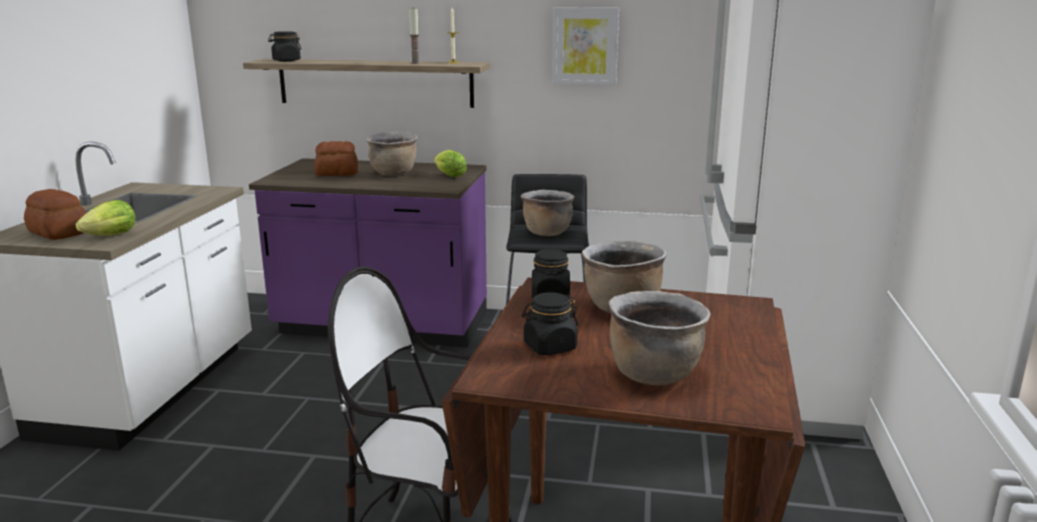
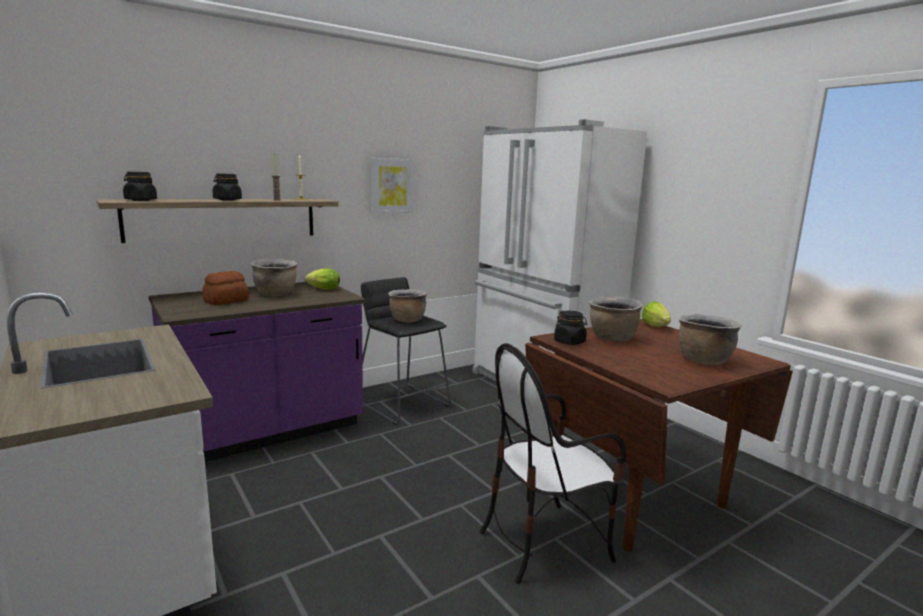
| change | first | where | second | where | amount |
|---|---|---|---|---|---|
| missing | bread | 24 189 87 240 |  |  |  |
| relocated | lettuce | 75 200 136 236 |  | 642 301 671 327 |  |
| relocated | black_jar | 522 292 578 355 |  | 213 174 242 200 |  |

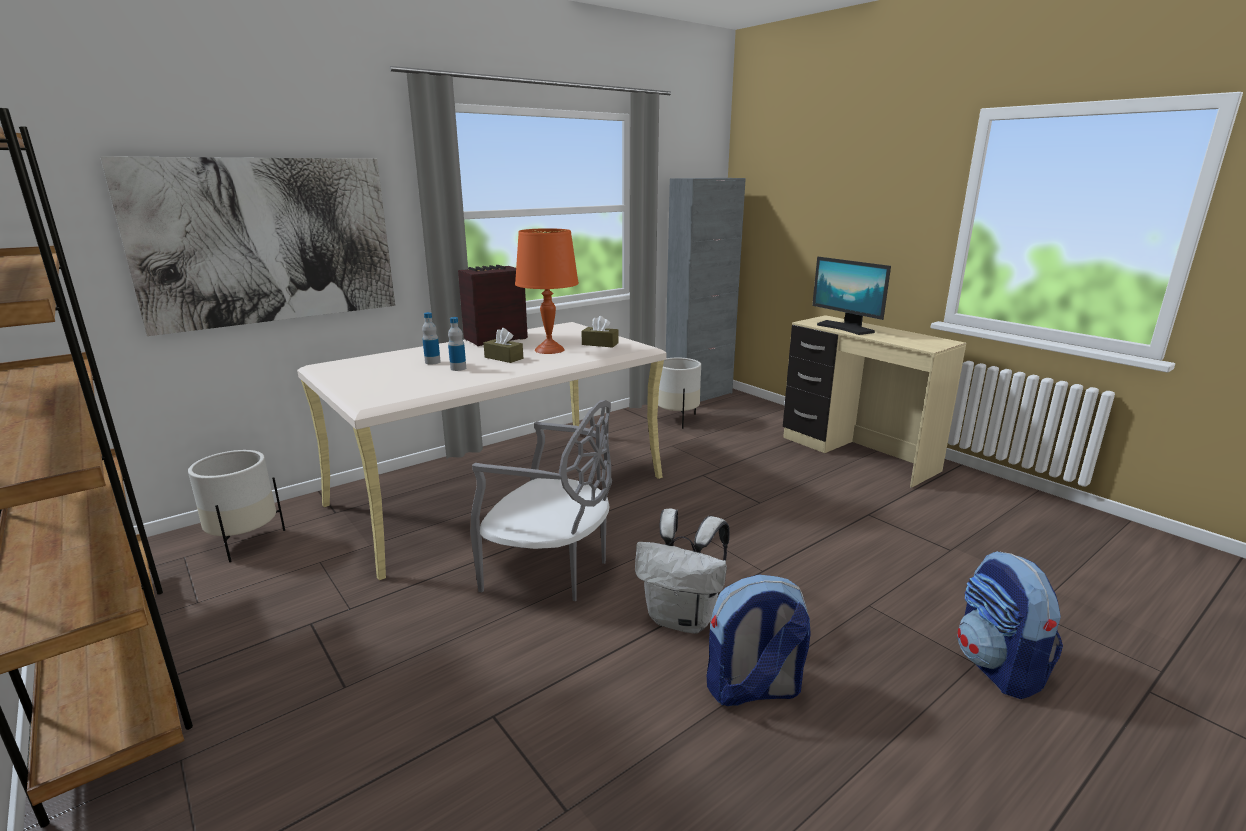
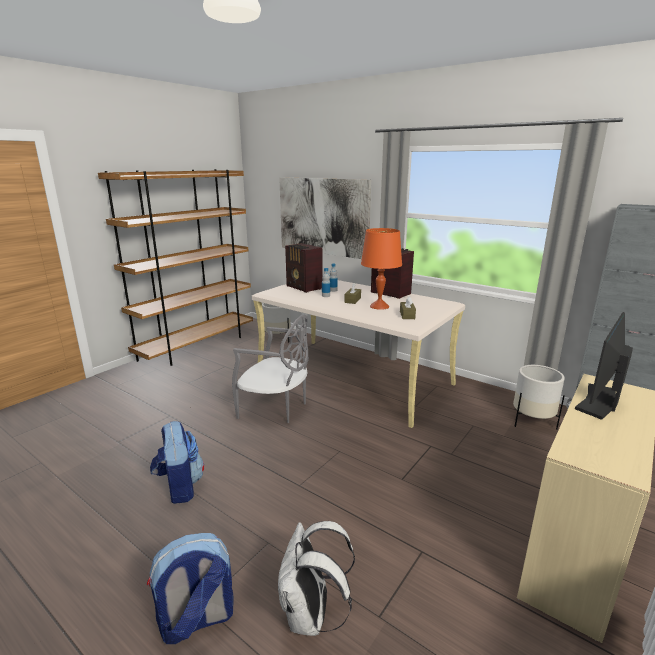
| change | first | where | second | where | amount |
|---|---|---|---|---|---|
| spun | grey_chair | 470 400 612 601 |  | 232 315 309 423 | 75 degrees counterclockwise |
| relocated | white_backpack | 635 509 730 634 |  | 278 521 355 636 |  |
| appeared |  |  | radio | 285 243 322 293 |  |

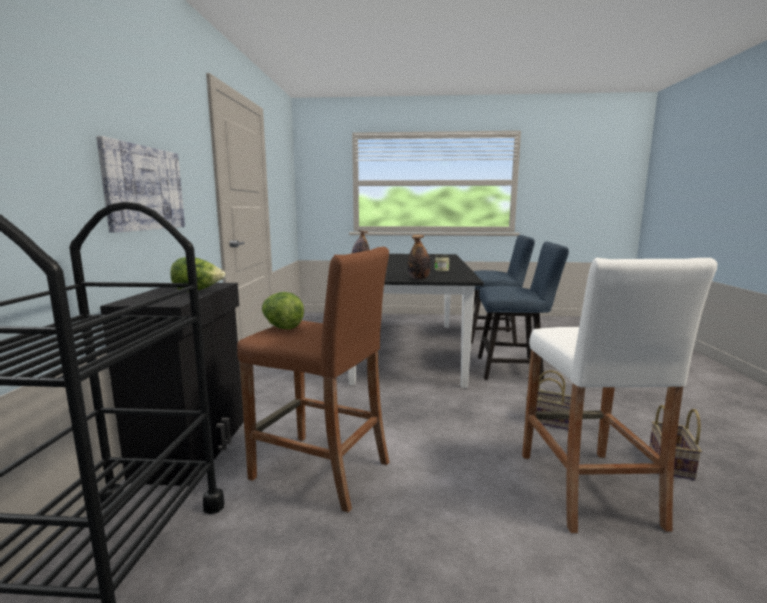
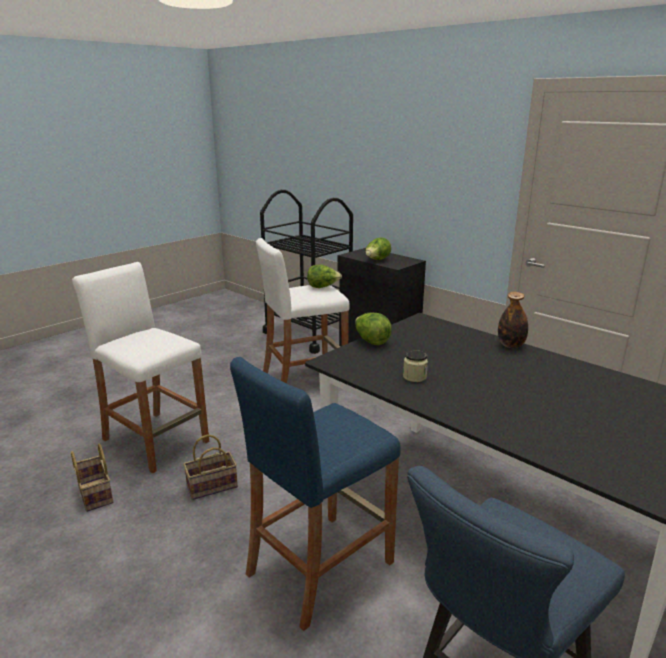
| change | first | where | second | where | amount |
|---|---|---|---|---|---|
| missing | picture | 96 136 185 233 |  |  |  |
| colour | brown_stool | 237 246 389 513 | white_stool | 256 238 350 384 |  |
| exchanged | bottle | 408 235 430 280 | lettuce | 355 313 392 345 |  |
| exchanged | blue_chair | 478 242 569 381 | blue_stool | 230 357 401 631 |  |

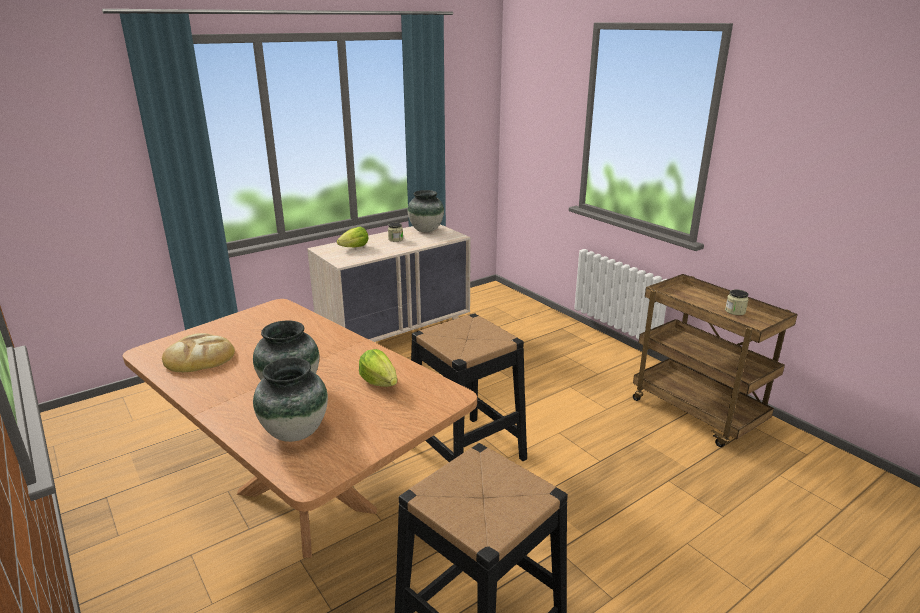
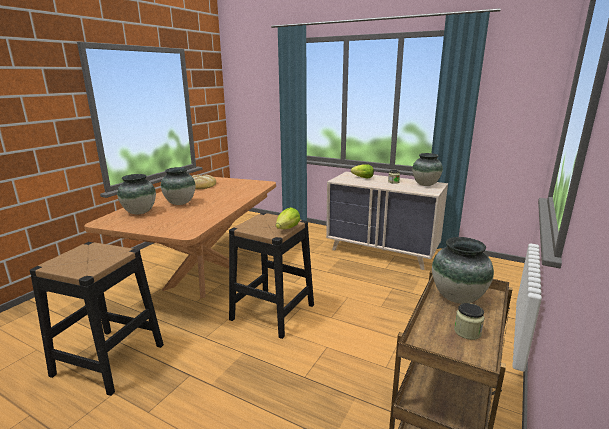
| change | first | where | second | where | amount |
|---|---|---|---|---|---|
| relocated | lettuce | 359 349 397 387 |  | 276 207 300 229 |  |
| appeared |  |  | vase | 432 237 494 304 |  |

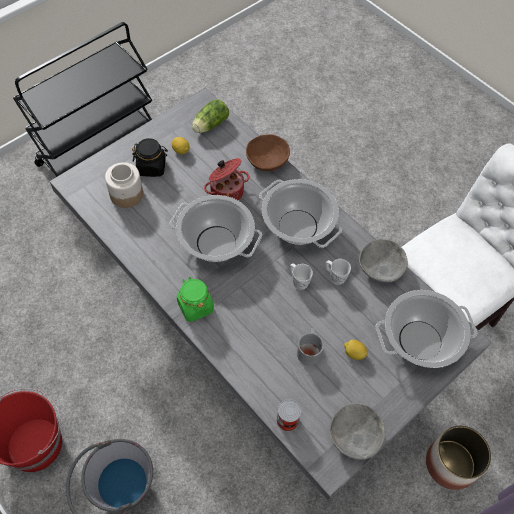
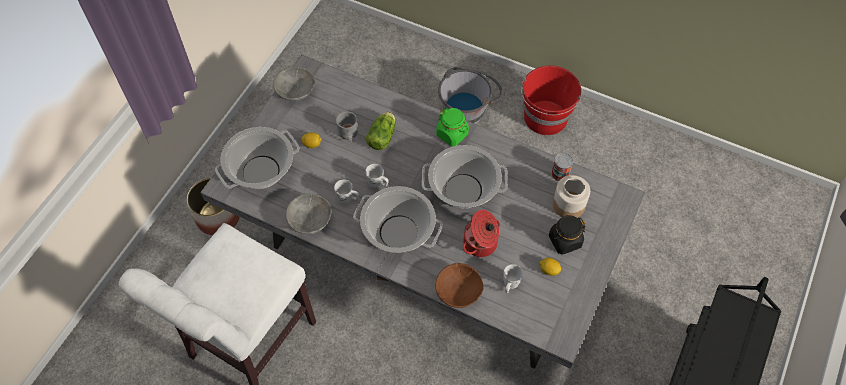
| change | first | where | second | where | amount |
|---|---|---|---|---|---|
| relocated | lettuce | 192 99 229 133 |  | 366 112 395 150 |  |
| relocated | can | 276 399 301 431 |  | 551 153 573 182 |  |
| appeared |  |  | white_mug | 503 264 523 293 |  |

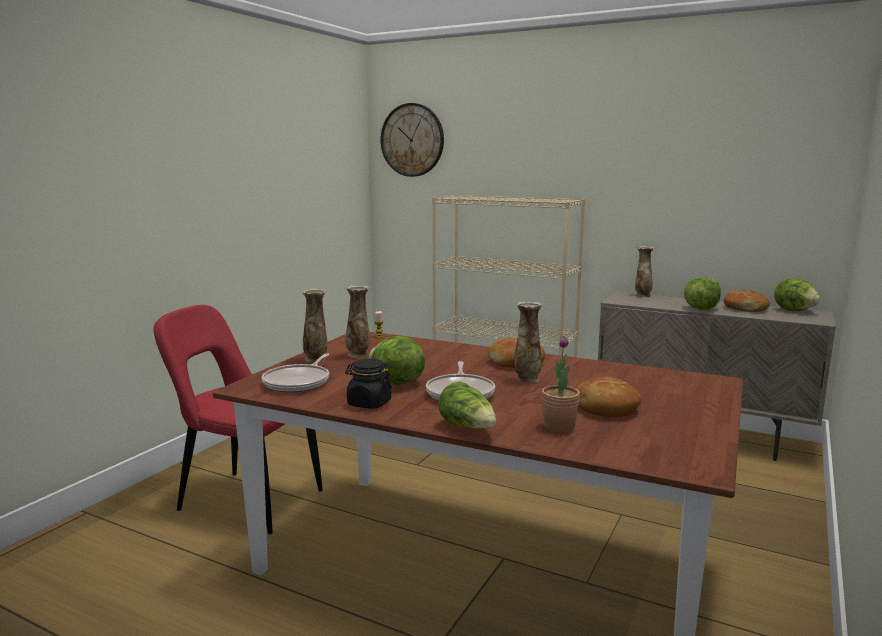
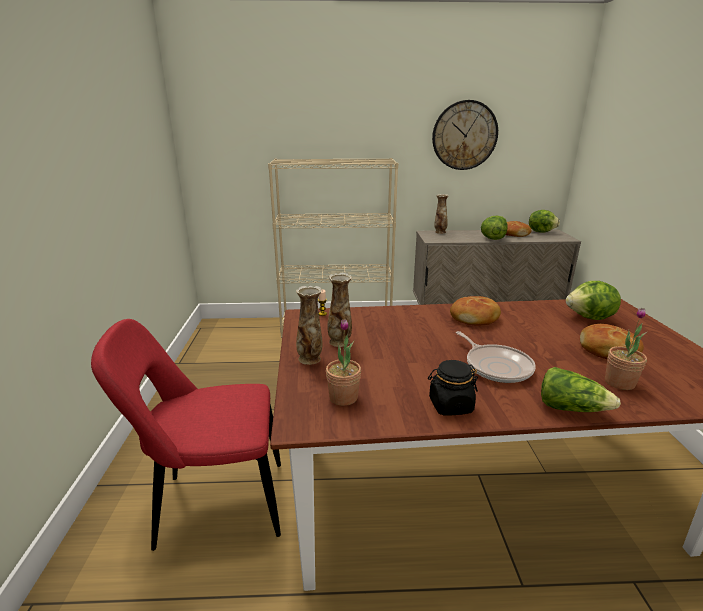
| change | first | where | second | where | amount |
|---|---|---|---|---|---|
| exchanged | frying_pan | 262 354 329 392 | potted_plant | 326 319 361 406 |  |
| relocated | lettuce | 368 336 425 385 |  | 566 281 621 320 |  |
| relocated | wall_clock | 381 103 444 177 |  | 432 100 498 170 |  |
| missing | vase | 514 302 542 383 |  |  |  |

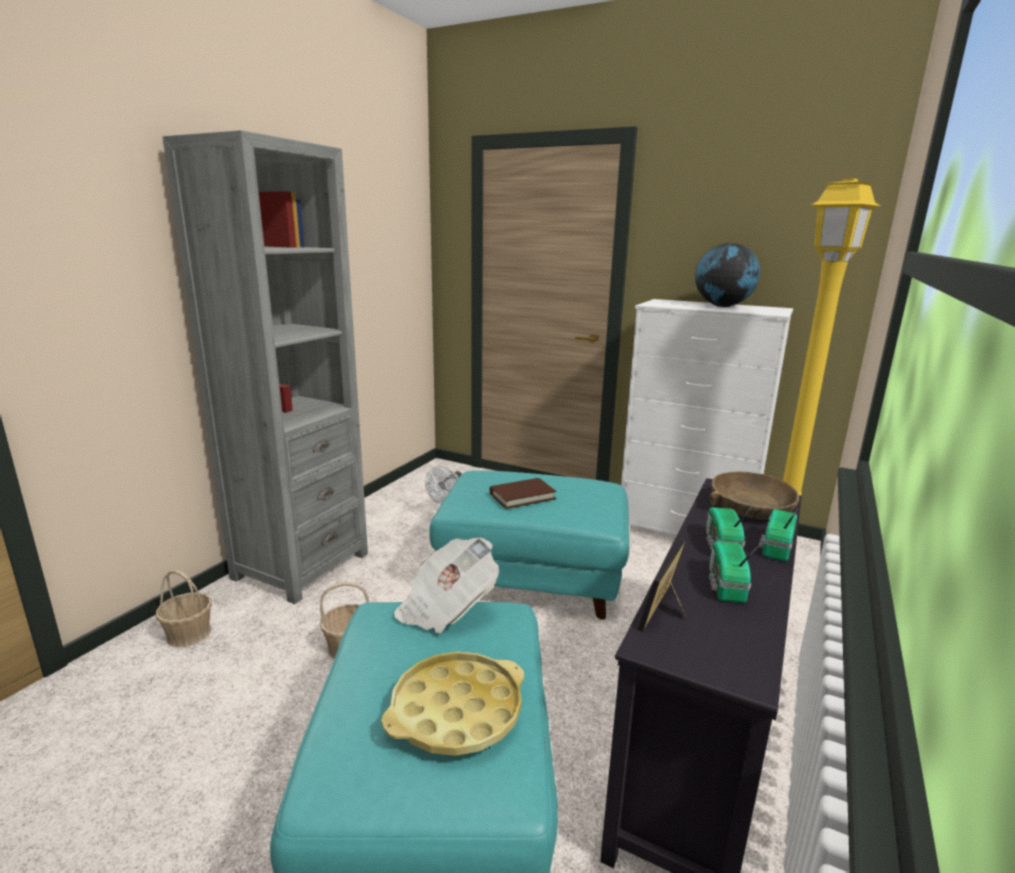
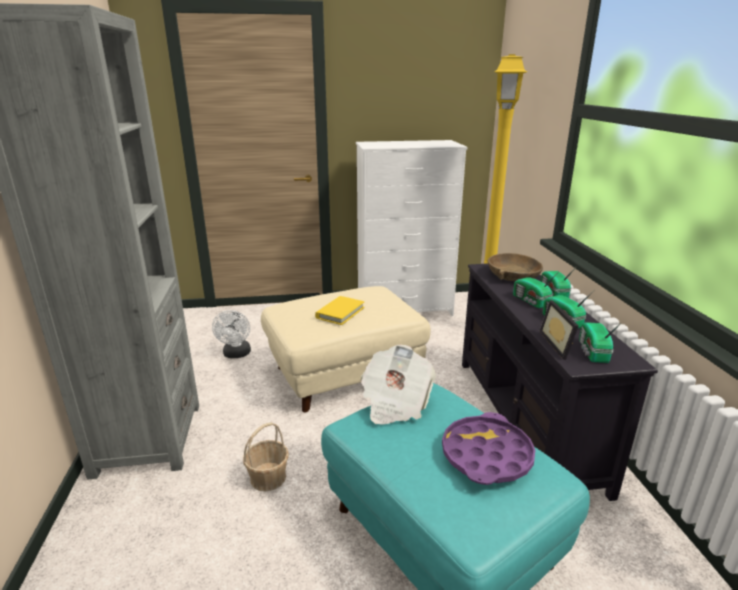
| change | first | where | second | where | amount |
|---|---|---|---|---|---|
| missing | basket | 156 570 212 647 |  |  |  |
| colour | yellow_tray | 381 652 524 756 | purple_tray | 442 412 535 485 |  |
| colour | turquoise_ottoman | 429 471 629 620 | beige_ottoman | 261 286 431 413 |  |
| colour | brown_book | 490 478 557 509 | yellow_book | 315 296 365 325 |  |
| missing | globe | 695 243 760 307 |  |  |  |
| appeared |  |  | radio | 579 322 621 363 |  |

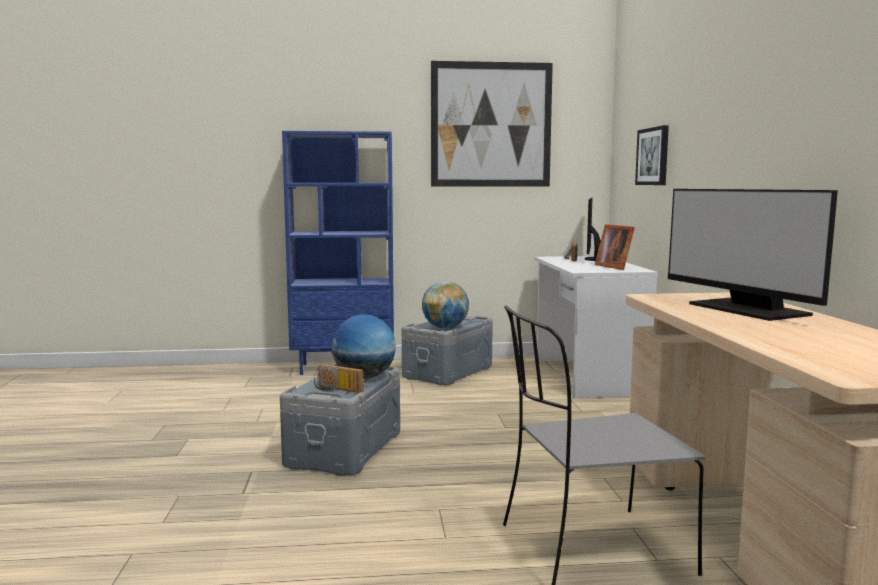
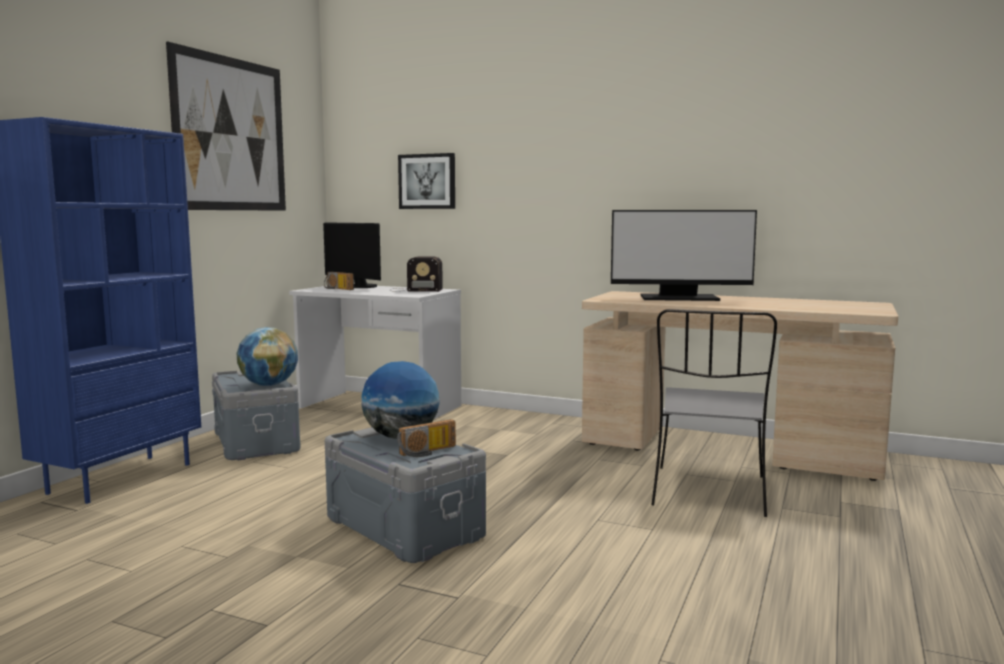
| change | first | where | second | where | amount |
|---|---|---|---|---|---|
| exchanged | picture_frame | 595 224 635 270 | radio | 390 256 443 292 |  |

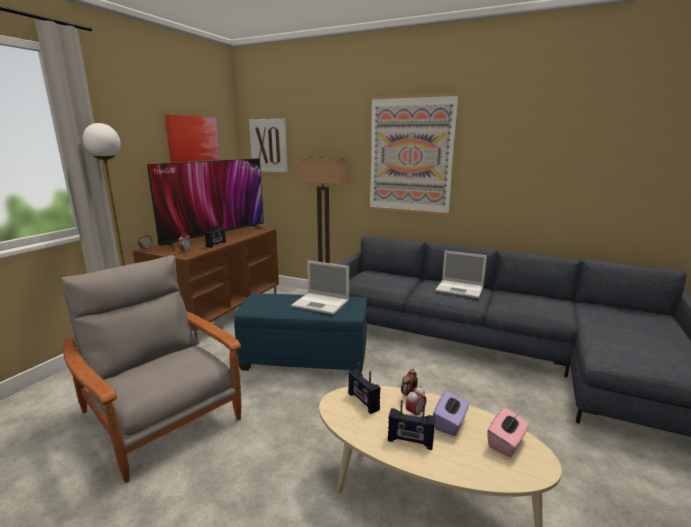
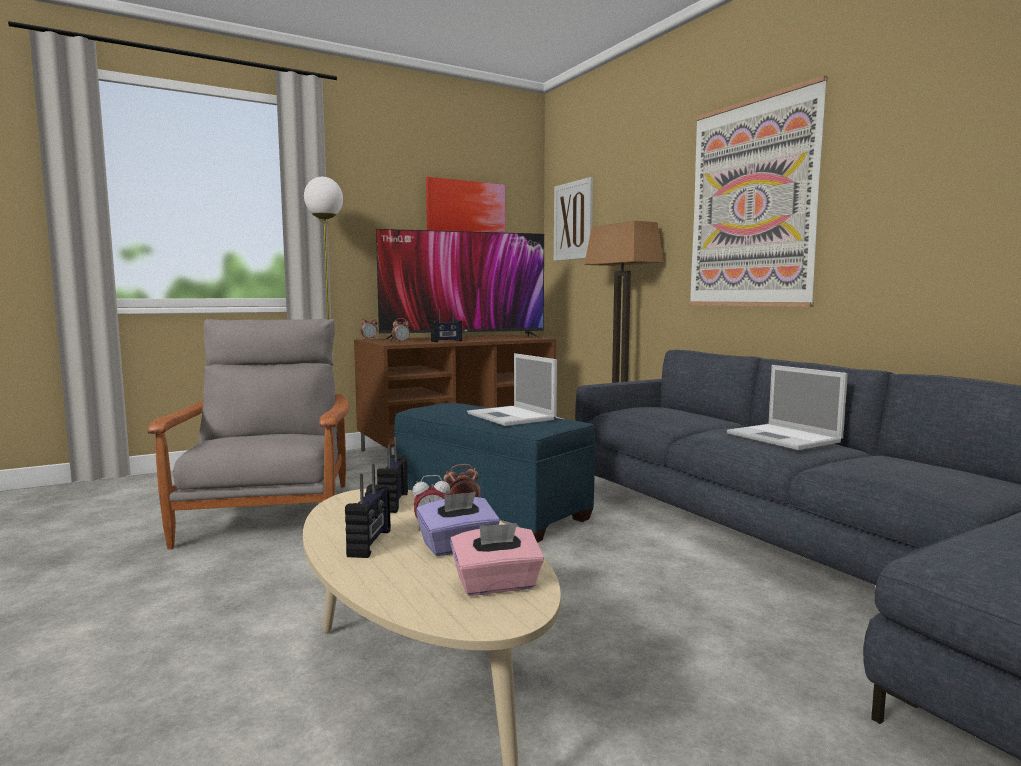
| change | first | where | second | where | amount |
|---|---|---|---|---|---|
| spun | radio | 388 400 435 450 |  | 345 464 391 558 | 135 degrees counterclockwise |

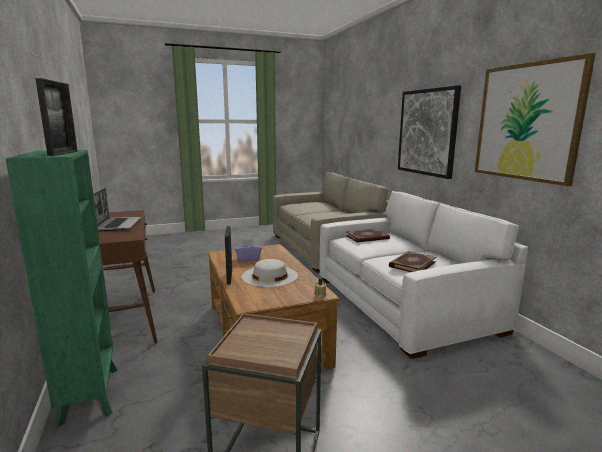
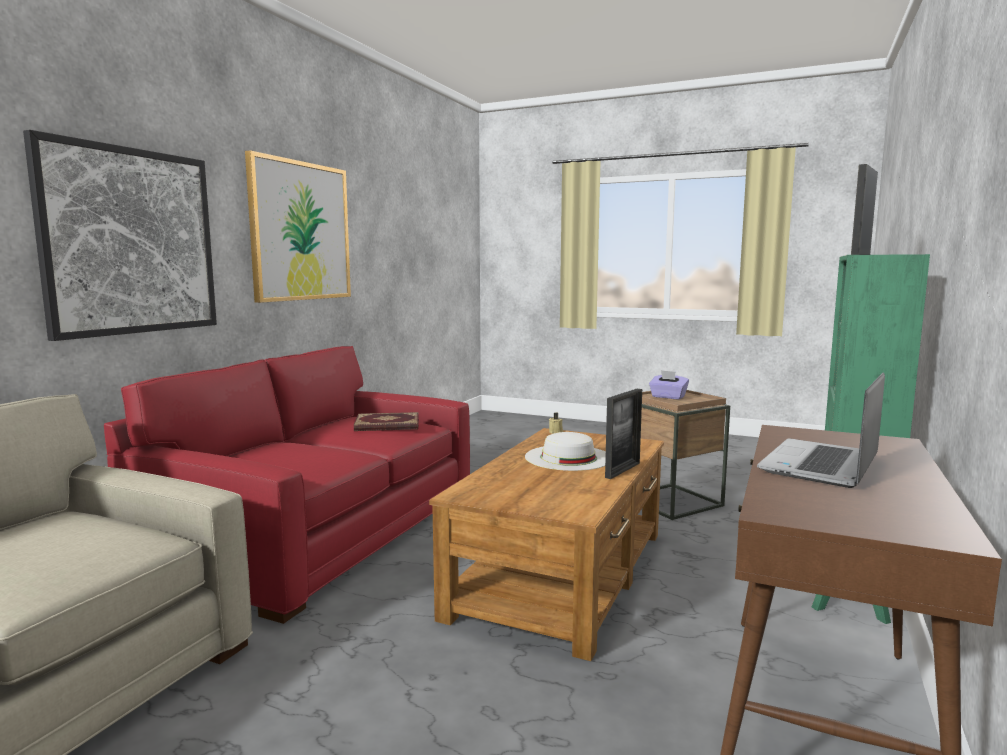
| change | first | where | second | where | amount |
|---|---|---|---|---|---|
| relocated | purple_tissue_box | 235 239 261 261 |  | 649 370 689 399 |  |
| colour | white_sofa | 320 191 528 359 | red_sofa | 104 346 470 624 |  |
| missing | book | 346 229 390 242 |  |  |  |

